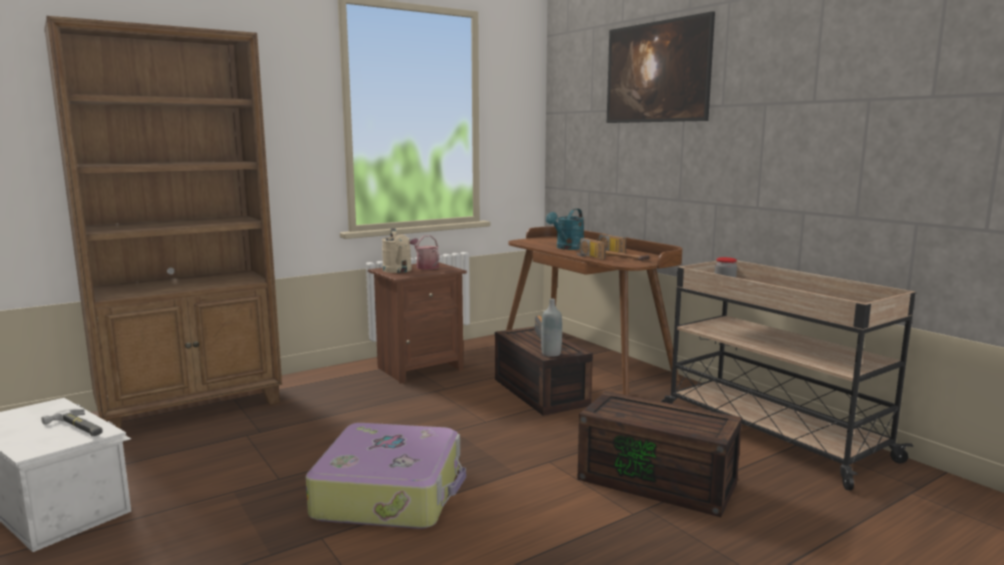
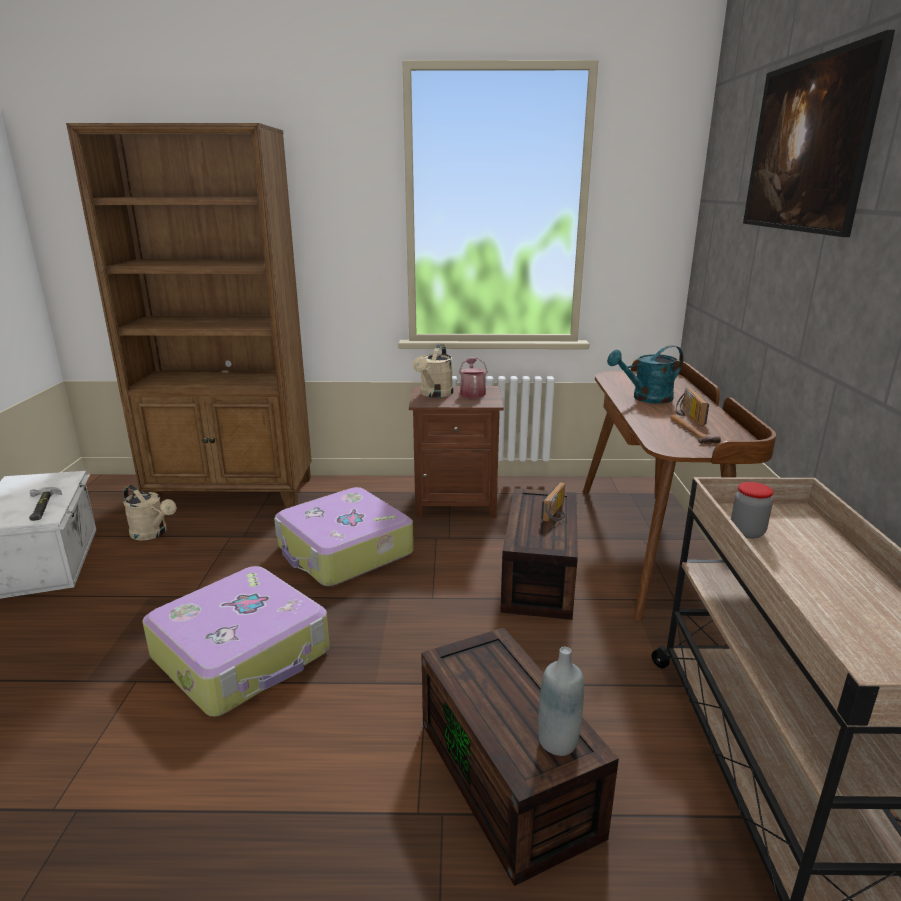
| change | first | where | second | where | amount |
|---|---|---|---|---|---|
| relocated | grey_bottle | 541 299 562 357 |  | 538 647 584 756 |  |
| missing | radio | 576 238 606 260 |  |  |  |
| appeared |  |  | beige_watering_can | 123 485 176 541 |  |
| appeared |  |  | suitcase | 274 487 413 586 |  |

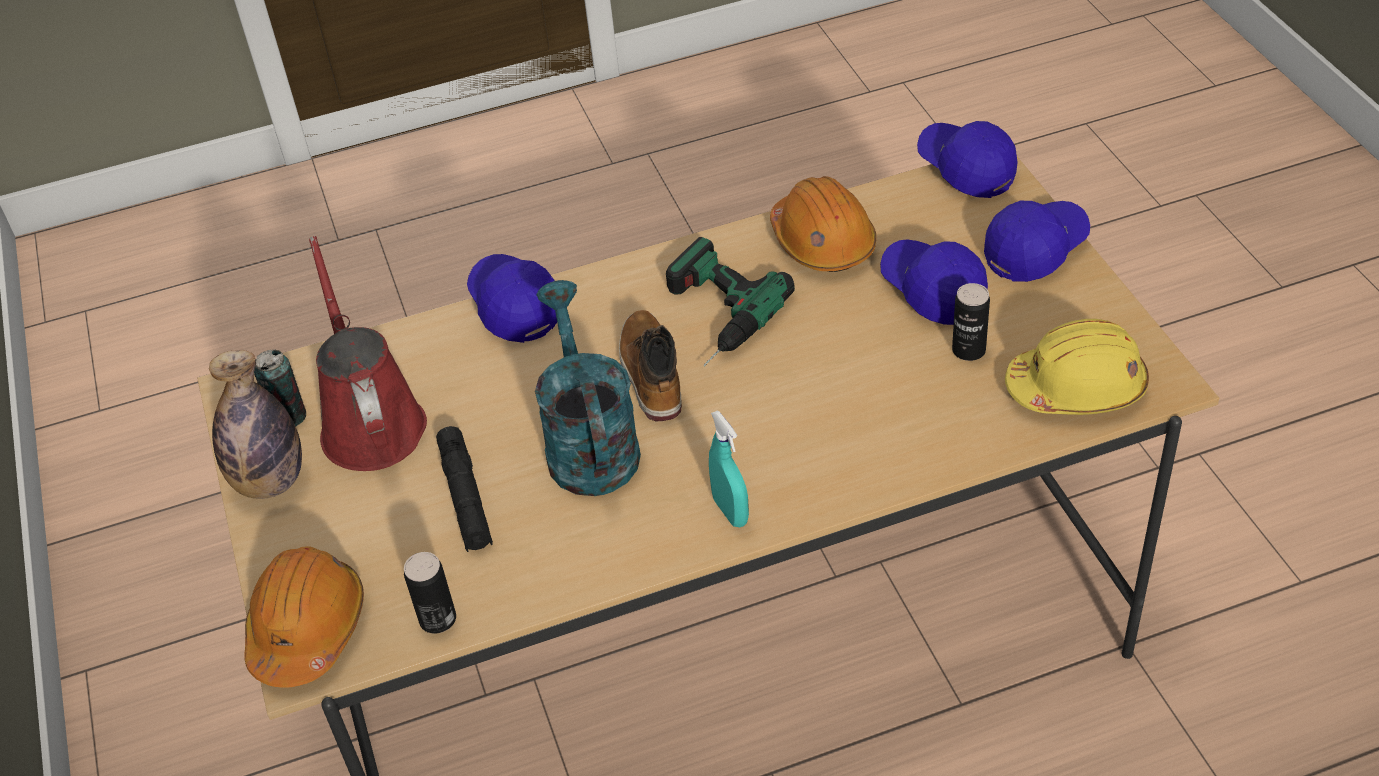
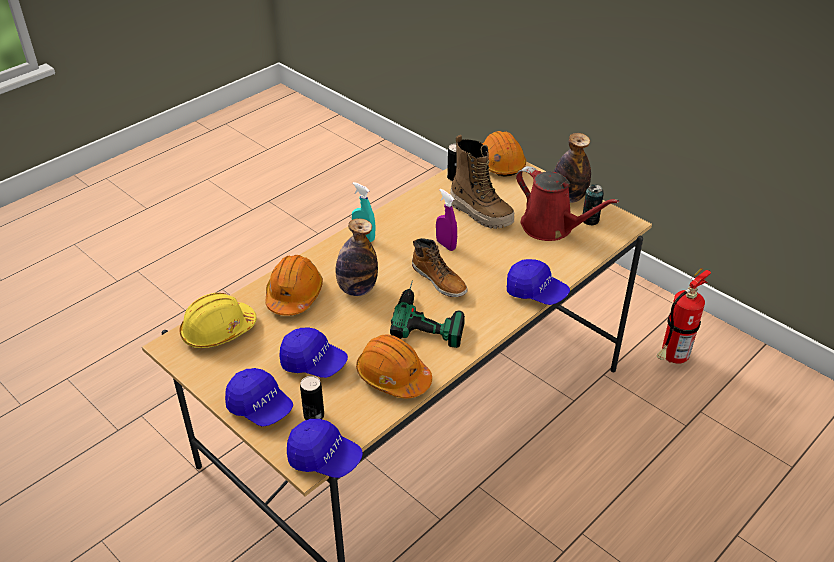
| change | first | where | second | where | amount |
|---|---|---|---|---|---|
| exchanged | black_flashlight | 436 426 493 552 | boot | 450 135 514 229 |  |
| exchanged | turquoise_watering_can | 535 280 641 496 | purple_spray_bottle | 436 189 457 251 |  |
| relocated | can | 952 283 990 361 |  | 300 376 324 420 |  |
| spun | blue_cap | 984 201 1090 282 |  | 225 368 293 427 | 75 degrees counterclockwise |
| appeared |  |  | orange_hard_hat | 265 255 323 316 |  |
| appeared |  |  | bottle | 335 218 378 296 |  |
| appeared |  |  | fire_extinguisher | 657 268 711 363 |  |

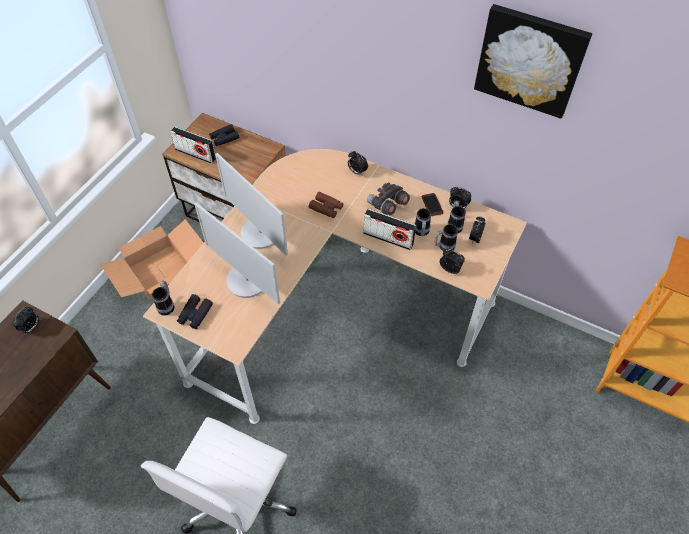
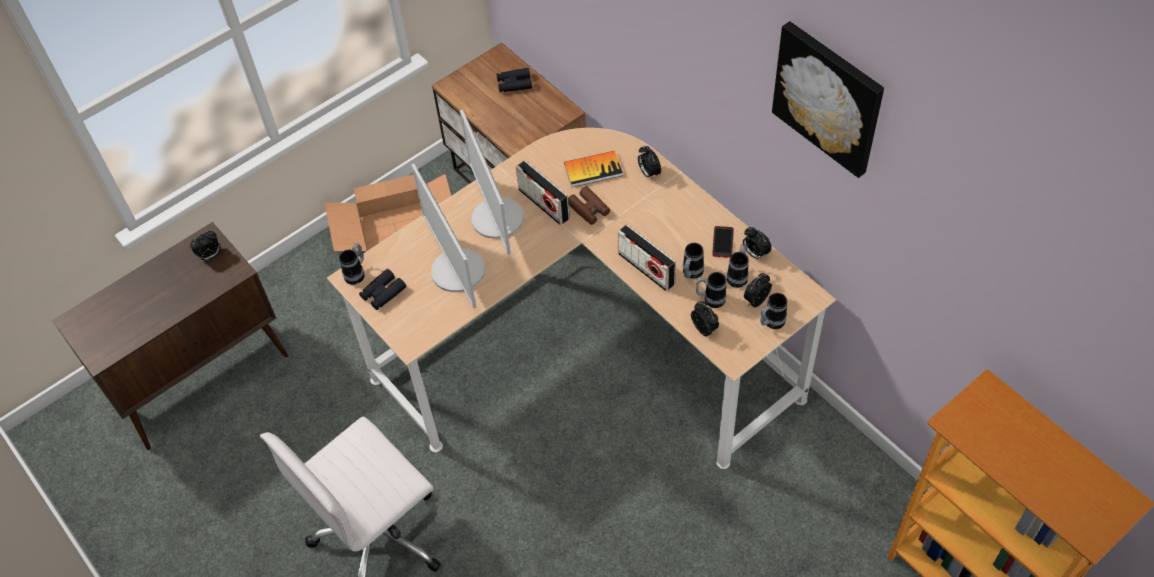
| change | first | where | second | where | amount |
|---|---|---|---|---|---|
| relocated | radio | 170 127 216 164 |  | 516 160 570 225 |  |
| missing | grey_binoculars | 367 182 410 215 |  |  |  |
| appeared |  |  | book | 564 151 623 187 |  |
| appeared |  |  | mug | 760 293 788 329 |  |

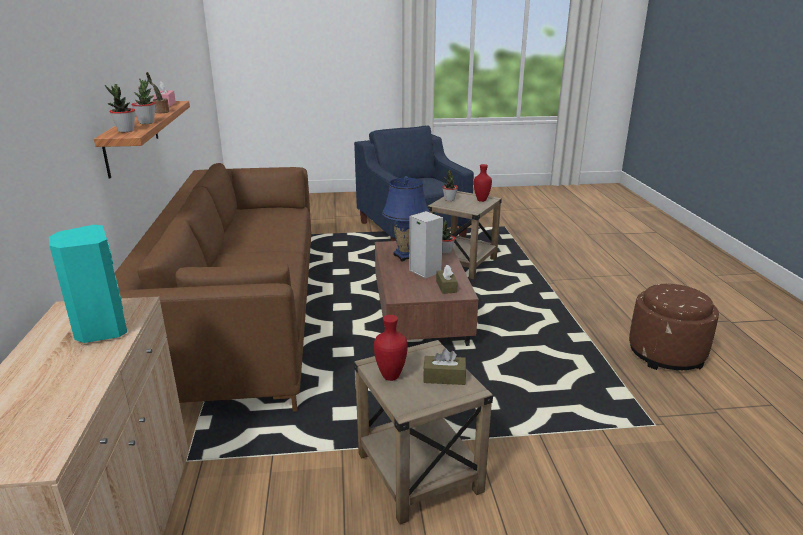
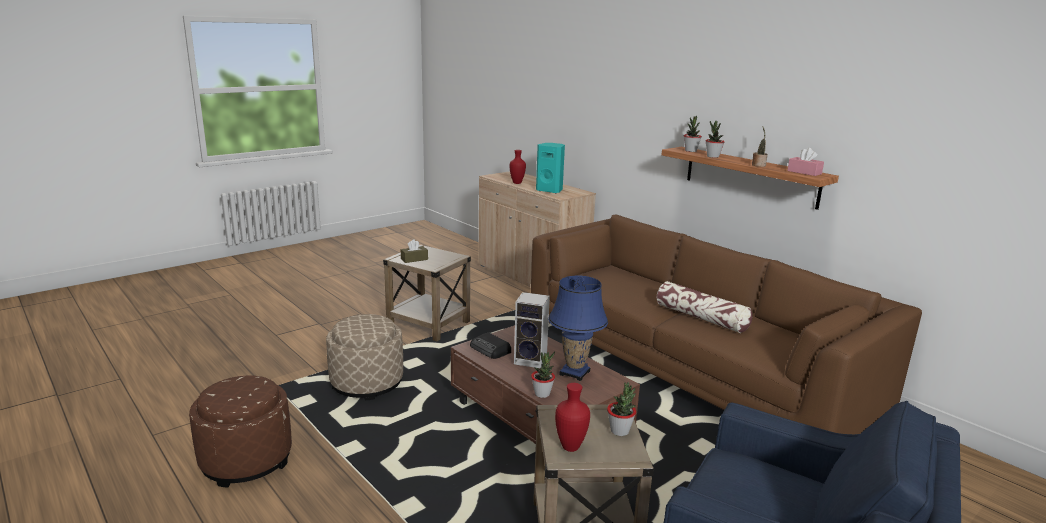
| change | first | where | second | where | amount |
|---|---|---|---|---|---|
| relocated | red_vase | 374 315 408 381 |  | 510 150 526 184 |  |
| exchanged | brown_tissue_box | 436 265 458 294 | radio | 470 332 511 359 |  |
| appeared |  |  | beige_ottoman | 326 314 403 400 |  |
| appeared |  |  | pillow | 657 281 753 333 |  |

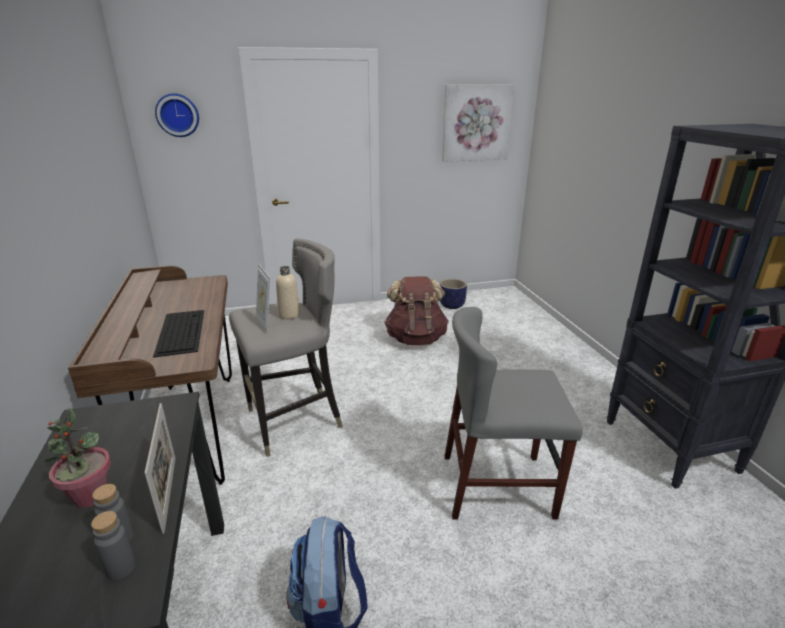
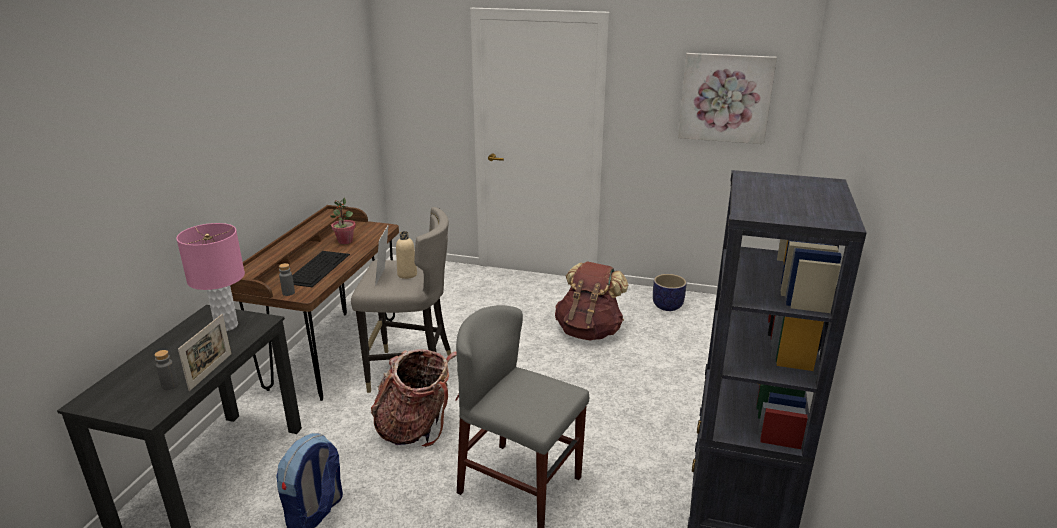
| change | first | where | second | where | amount |
|---|---|---|---|---|---|
| relocated | potted_plant | 42 408 111 508 |  | 330 198 356 244 |  |
| relocated | grey_bottle | 91 511 136 580 |  | 279 263 295 296 |  |
| missing | wall_clock | 155 93 199 137 |  |  |  |
| appeared |  |  | pink_table_lamp | 176 223 245 331 |  |
| appeared |  |  | backpack | 371 349 459 447 |  |

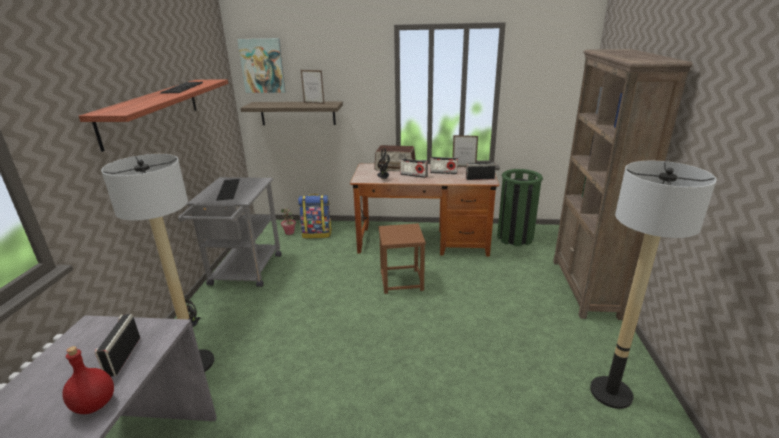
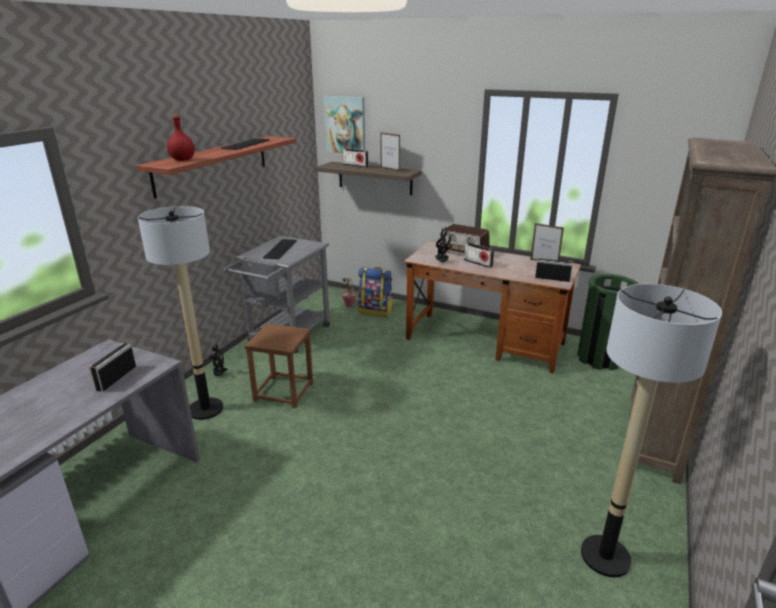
| change | first | where | second | where | amount |
|---|---|---|---|---|---|
| relocated | red_bottle | 63 346 114 414 |  | 167 113 195 161 |  |
| relocated | brown_stool | 378 224 426 294 |  | 245 324 313 408 |  |
| relocated | radio | 430 157 458 174 |  | 342 148 368 168 |  |

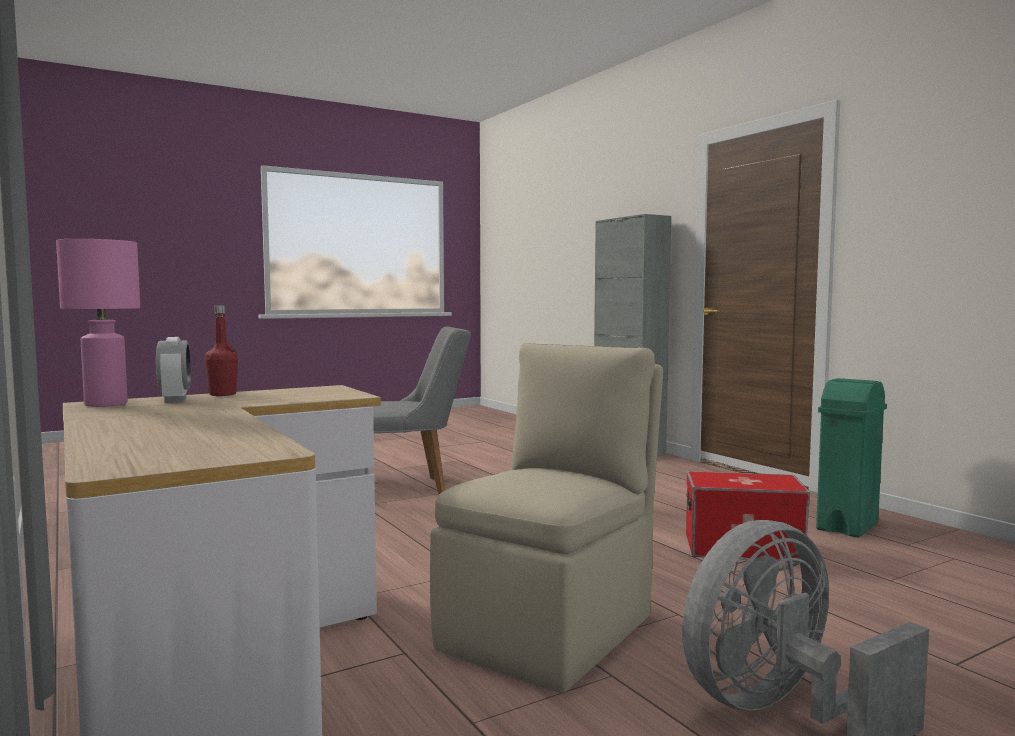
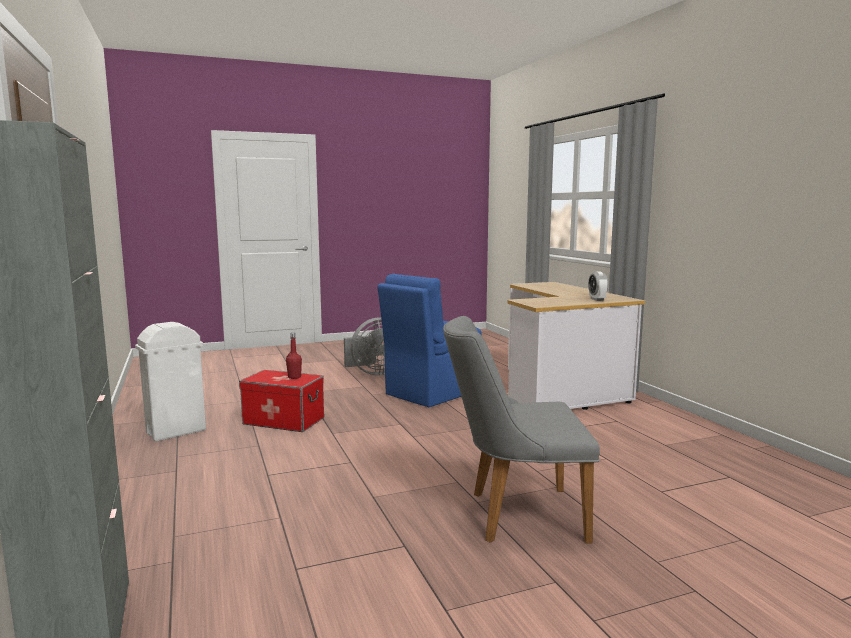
| change | first | where | second | where | amount |
|---|---|---|---|---|---|
| missing | pink_table_lamp | 56 239 140 407 |  |  |  |
| relocated | red_bottle | 205 305 238 396 |  | 286 333 302 379 |  |
| colour | beige_chair | 430 343 663 693 | blue_chair | 377 274 482 407 |  |
| colour | green_trash_can | 816 378 887 538 | white_trash_can | 135 322 206 442 |  |

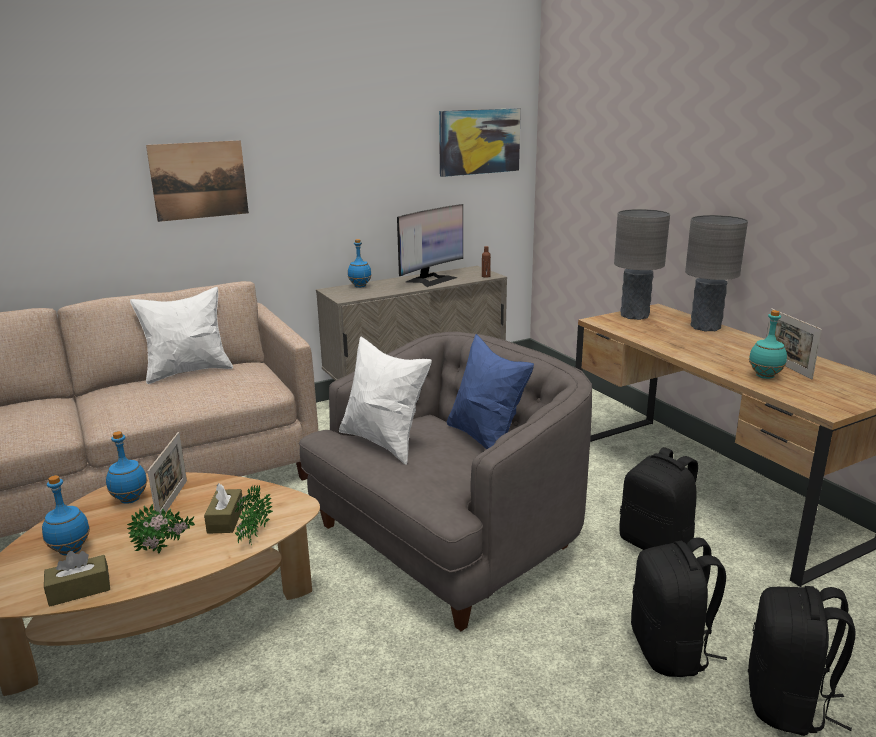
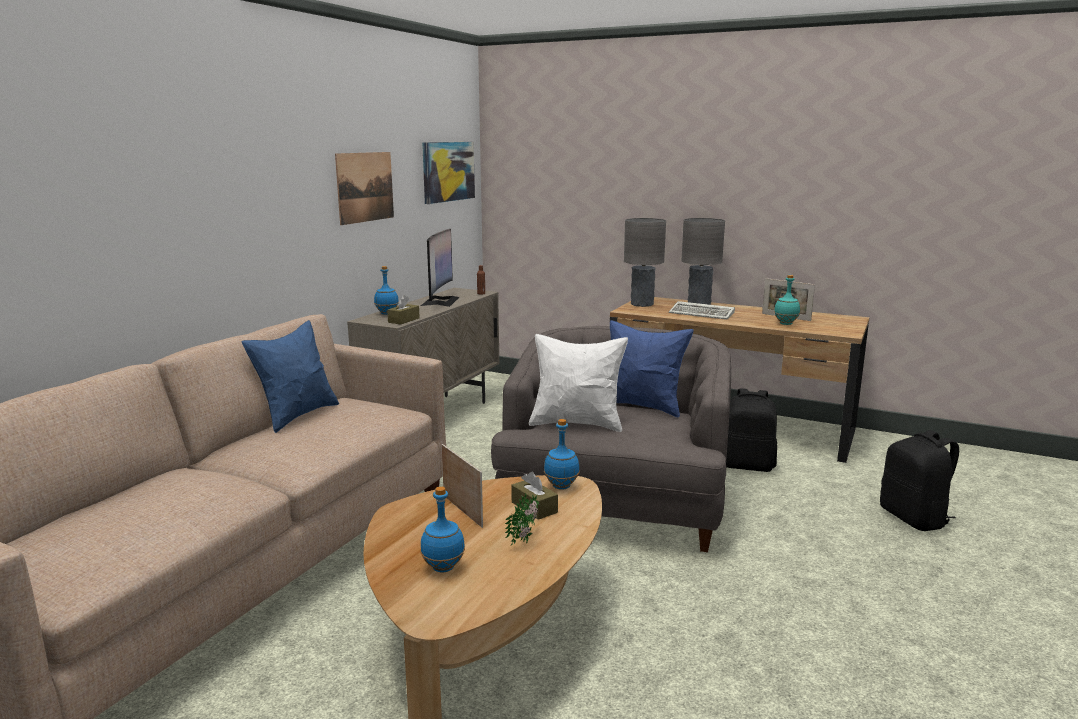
| change | first | where | second | where | amount |
|---|---|---|---|---|---|
| relocated | brown_tissue_box | 44 551 110 607 |  | 387 295 420 325 |  |
| relocated | blue_bottle | 106 431 147 504 |  | 544 419 580 490 |  |
| colour | white_pillow | 130 287 233 384 | blue_pillow | 242 320 339 433 |  |
| relocated | picture | 146 140 249 222 |  | 335 152 394 225 |  |
| missing | potted_plant | 235 485 273 545 |  |  |  |
| missing | black_backpack | 631 537 727 677 |  |  |  |
| appeared |  |  | keyboard | 669 301 735 320 |  |

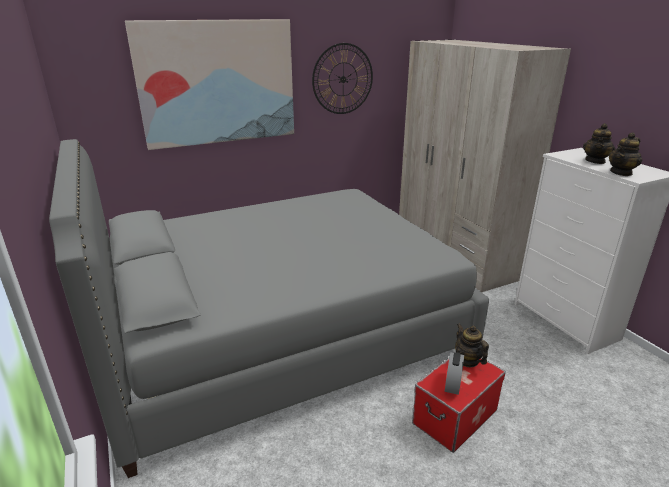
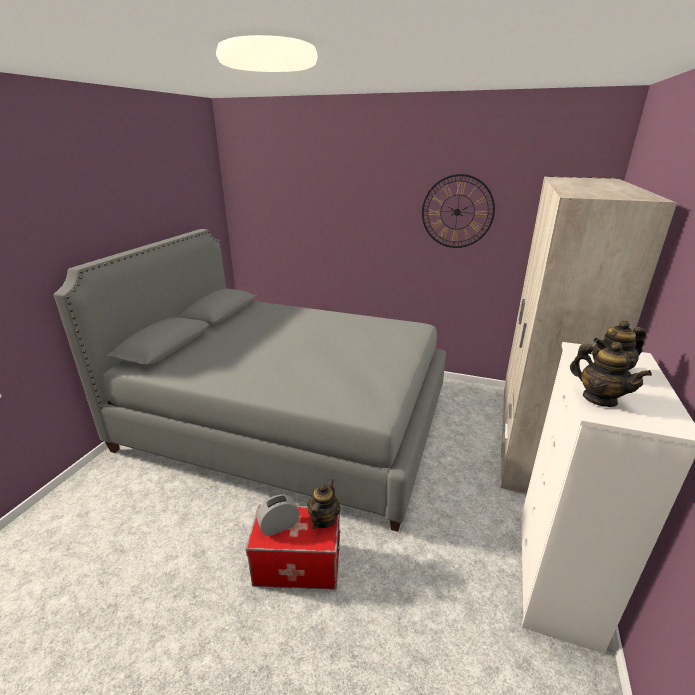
| change | first | where | second | where | amount |
|---|---|---|---|---|---|
| missing | picture | 125 19 294 150 |  |  |  |
| spun | teapot | 609 132 642 176 |  | 570 342 652 407 | 135 degrees counterclockwise |

